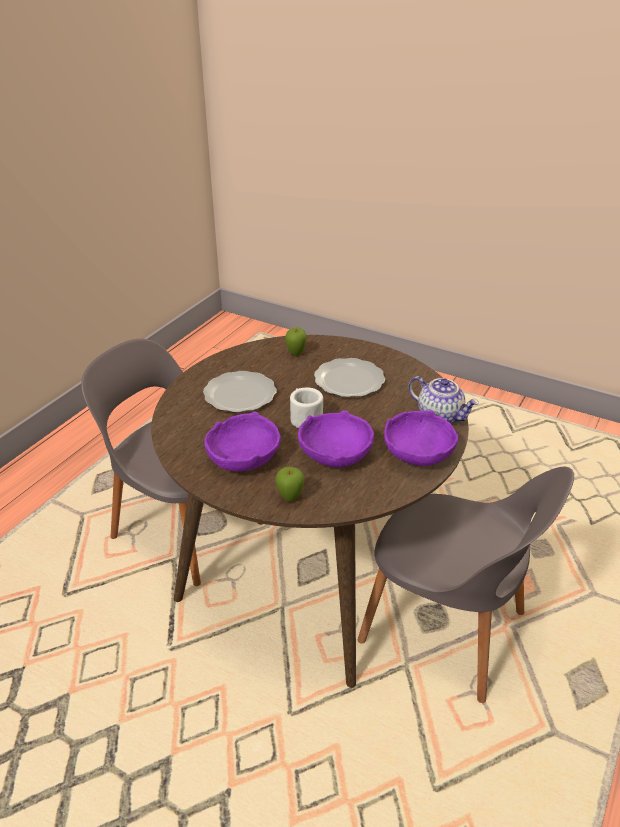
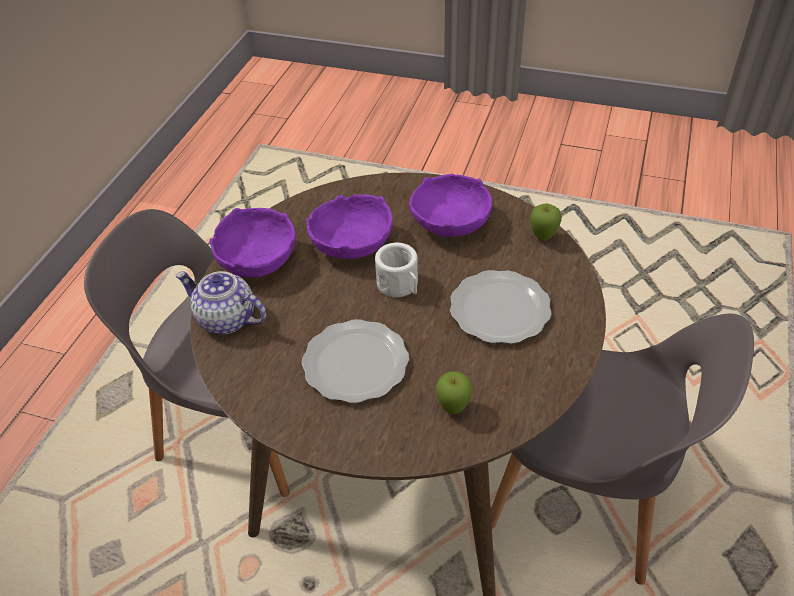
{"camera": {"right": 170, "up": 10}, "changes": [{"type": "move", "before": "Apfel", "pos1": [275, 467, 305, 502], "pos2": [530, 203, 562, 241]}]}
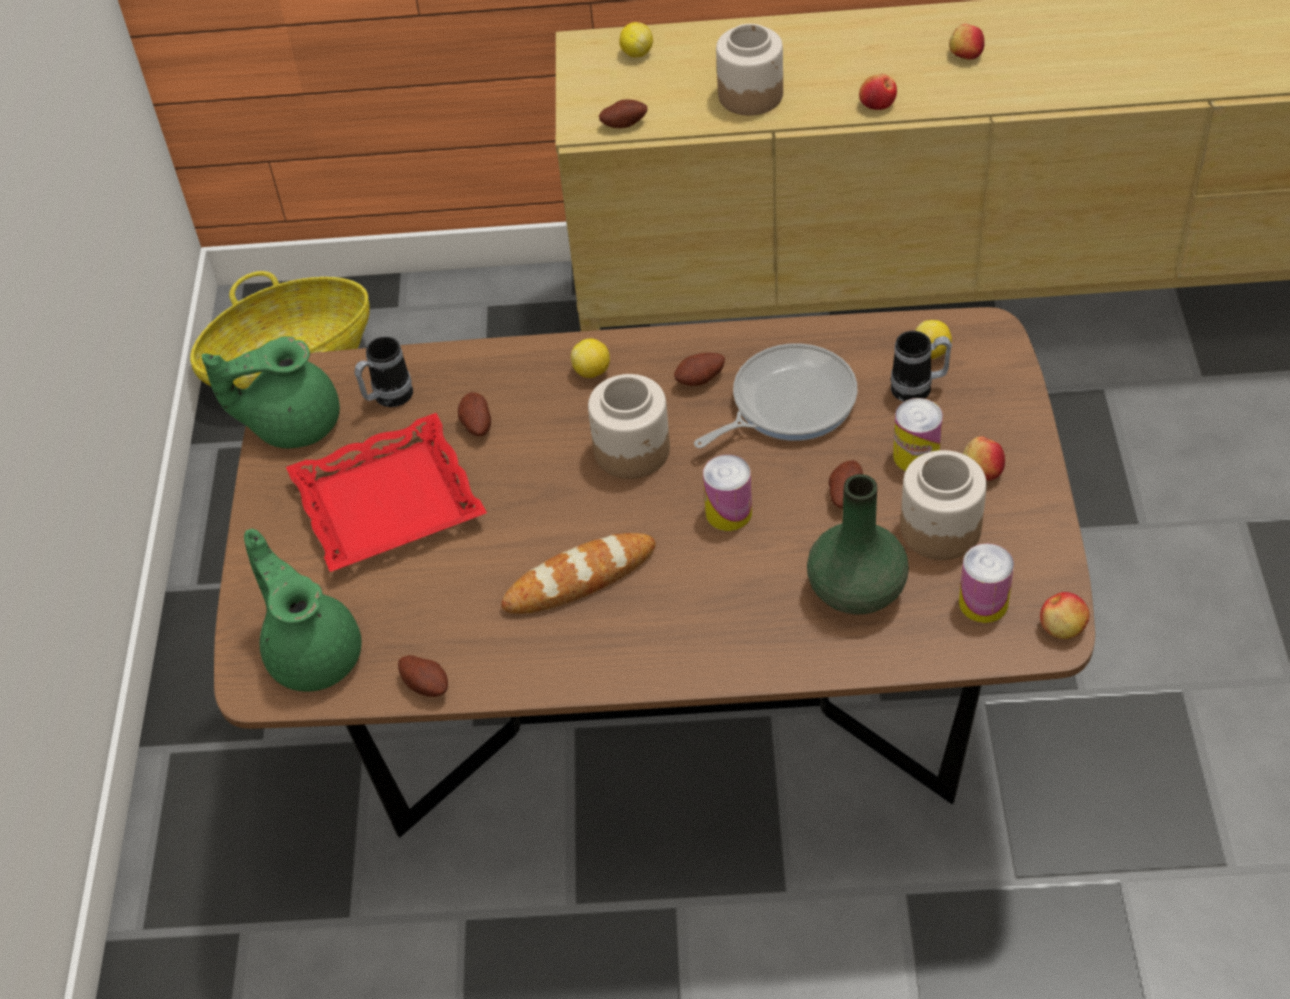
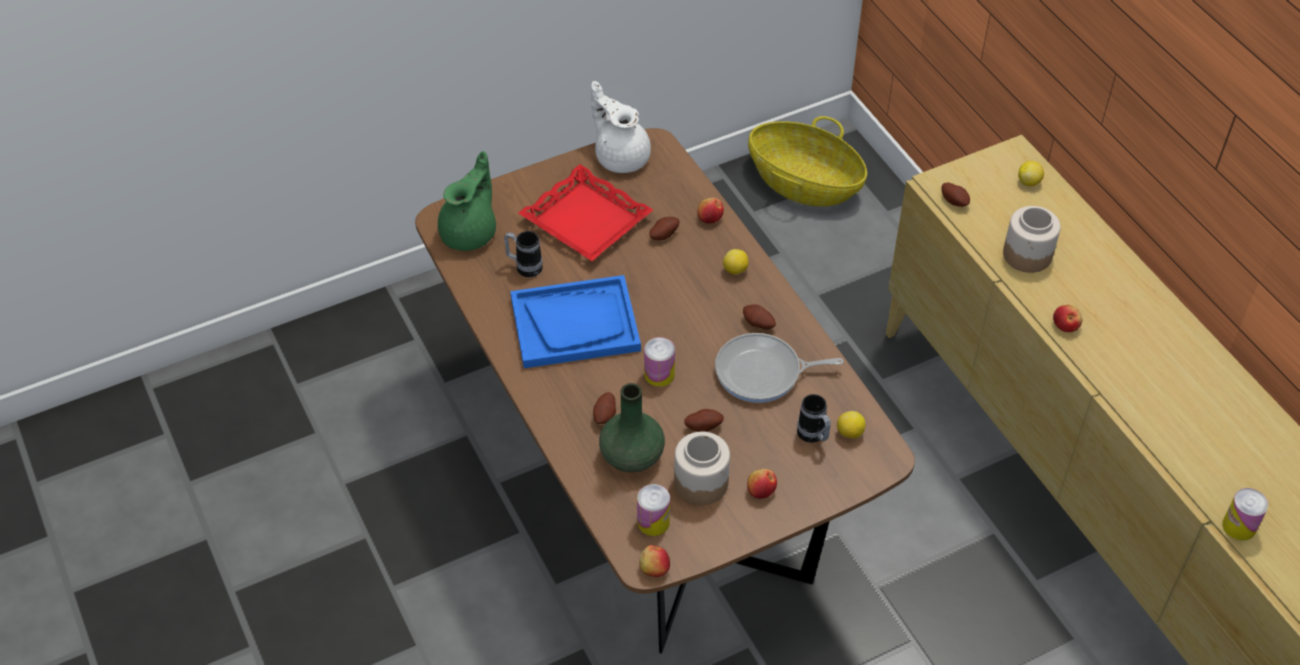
{"camera": {"right": 60, "up": 0}, "changes": [{"type": "recolor", "before": "Teekanne [grün]", "after": "Teekanne [weiß]", "pos1": [202, 336, 340, 448], "pos2": [591, 81, 651, 173]}, {"type": "move", "before": "Henkelbecher", "pos1": [354, 337, 413, 407], "pos2": [504, 231, 543, 277]}, {"type": "move", "before": "Kartoffel", "pos1": [398, 655, 448, 697], "pos2": [593, 392, 616, 424]}, {"type": "replace", "before": "Brot", "after": "Tablett [blau]", "pos1": [501, 533, 656, 614], "pos2": [510, 275, 641, 368]}, {"type": "delete", "before": "Vorratsglas", "pos1": [588, 374, 670, 479]}, {"type": "rotate", "before": "Pfanne", "pos1": [694, 343, 858, 448], "pos2": [715, 333, 844, 403], "turn": 150}, {"type": "move", "before": "Dose", "pos1": [893, 398, 943, 471], "pos2": [1222, 488, 1269, 541]}, {"type": "move", "before": "Apfel", "pos1": [949, 24, 985, 60], "pos2": [697, 198, 724, 224]}]}
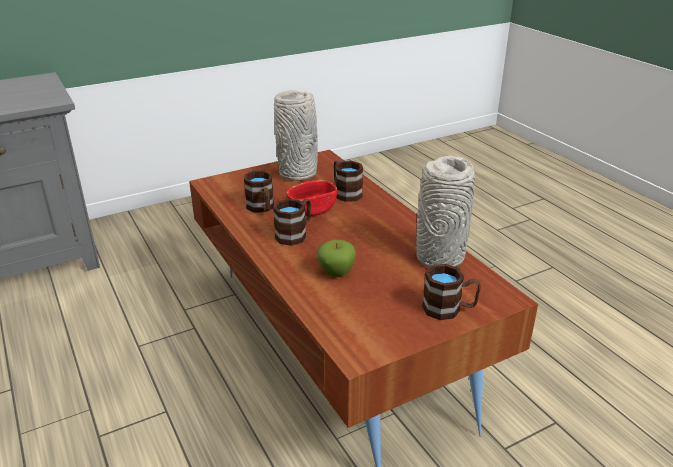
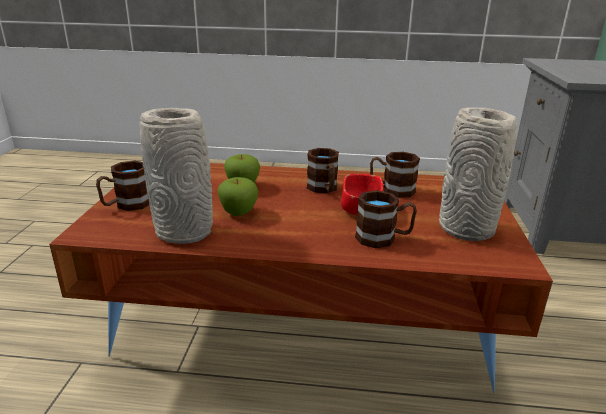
{"camera": {"right": 125, "up": -5}, "changes": [{"type": "insert", "after": "Apfel", "pos2": [217, 177, 258, 216]}]}
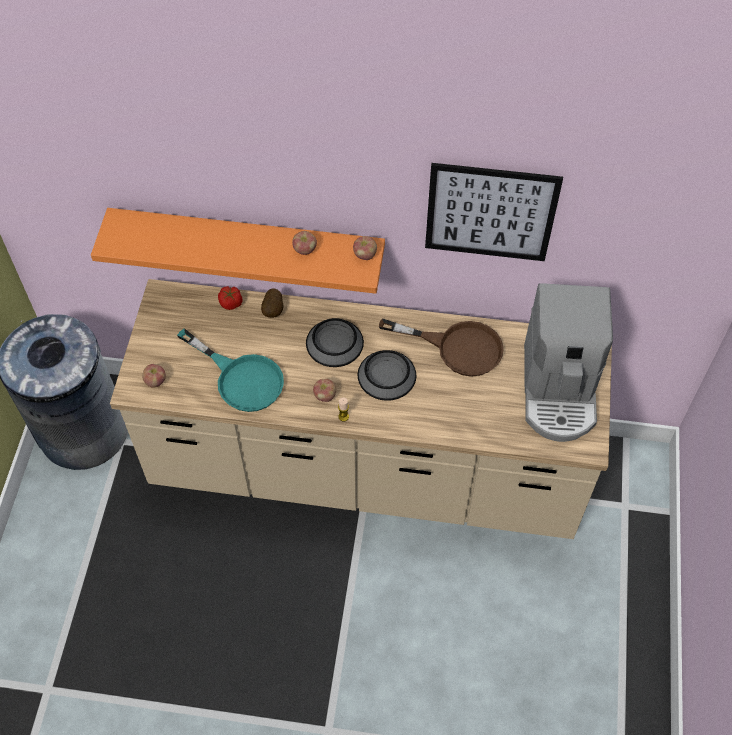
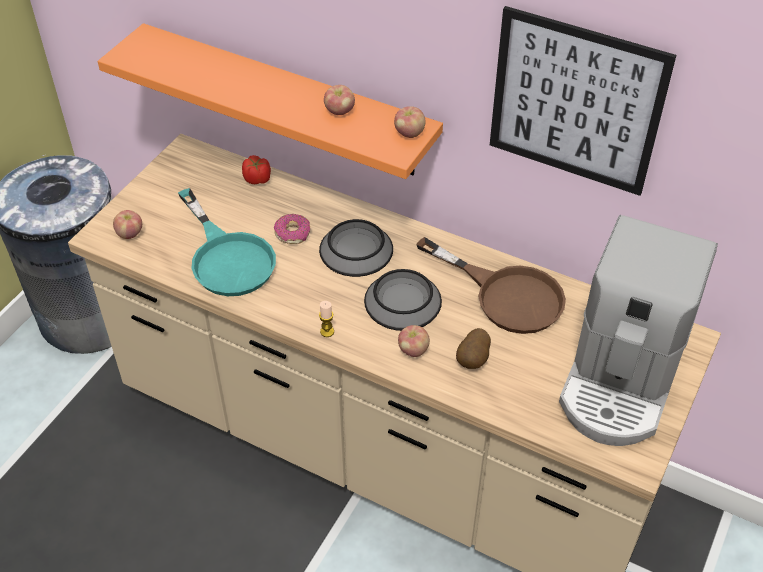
{"camera": {"right": 20, "up": -10}, "changes": [{"type": "move", "before": "Kartoffel", "pos1": [261, 288, 284, 318], "pos2": [456, 328, 491, 369]}, {"type": "move", "before": "Apfel", "pos1": [313, 379, 336, 402], "pos2": [398, 325, 430, 357]}, {"type": "insert", "after": "Donut", "pos2": [274, 214, 310, 244]}]}
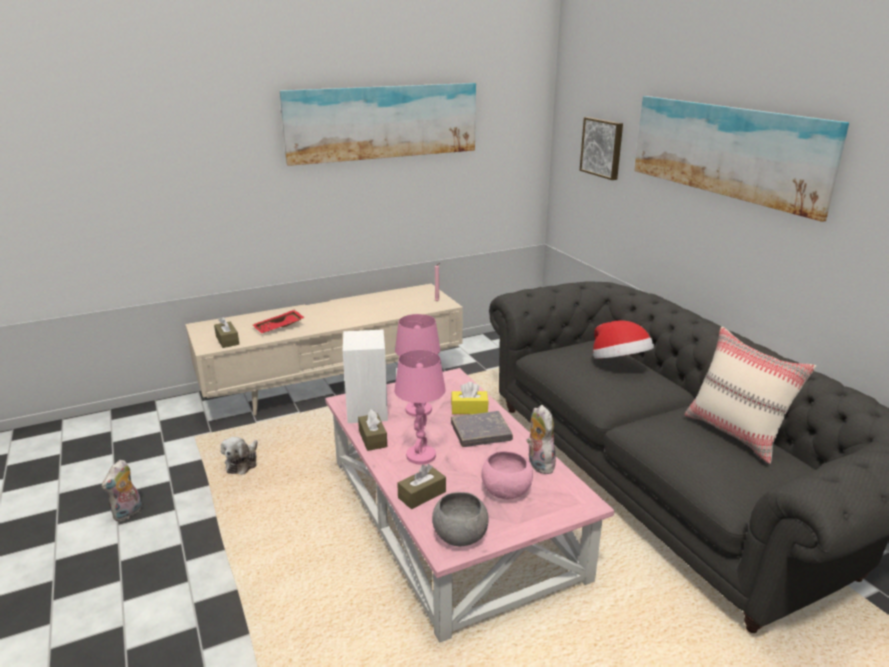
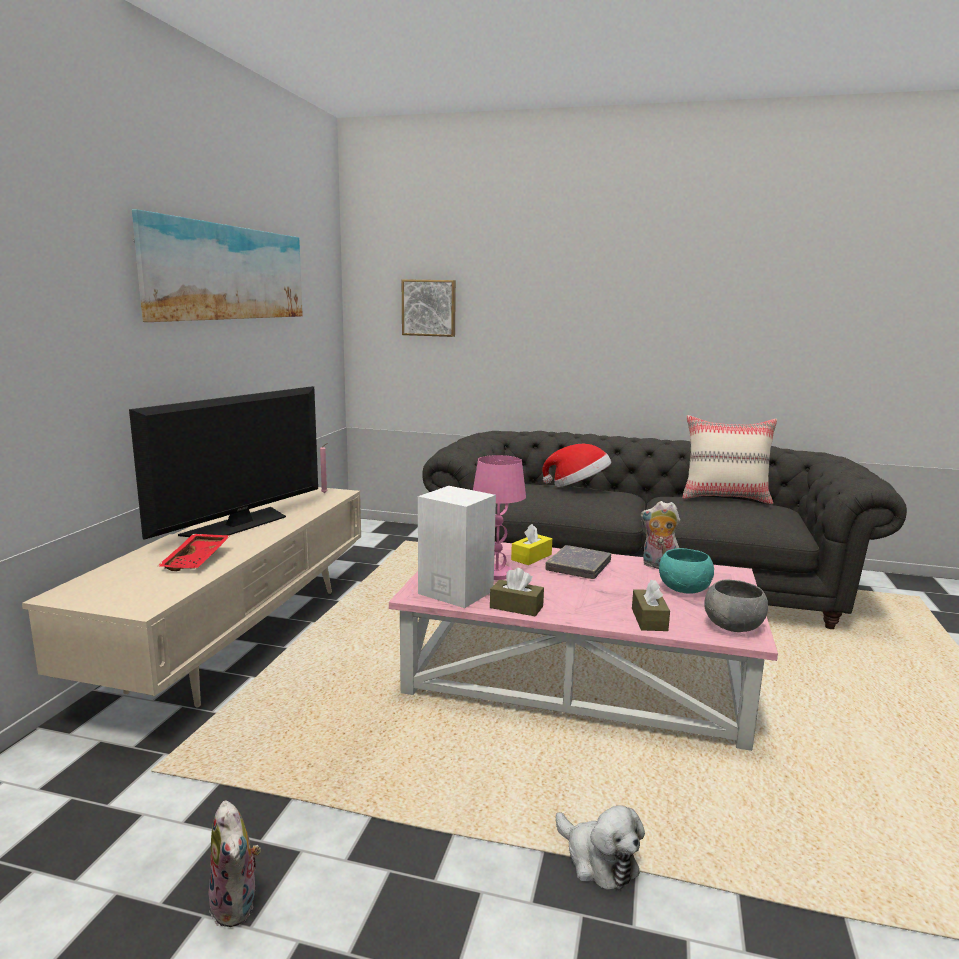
{"camera": {"right": -50, "up": -10}, "changes": [{"type": "delete", "before": "Taschentuchbox [braun]", "pos1": [214, 316, 239, 348]}, {"type": "move", "before": "Plüschtier", "pos1": [221, 437, 257, 475], "pos2": [556, 805, 645, 890]}, {"type": "delete", "before": "Tischlampe [rosa]", "pos1": [394, 350, 445, 464]}, {"type": "recolor", "before": "Schüssel [rosa]", "after": "Schüssel [türkis]", "pos1": [481, 451, 533, 499], "pos2": [659, 548, 714, 594]}, {"type": "delete", "before": "Bild", "pos1": [634, 96, 849, 222]}, {"type": "insert", "after": "Fernseher", "pos2": [129, 386, 318, 540]}]}
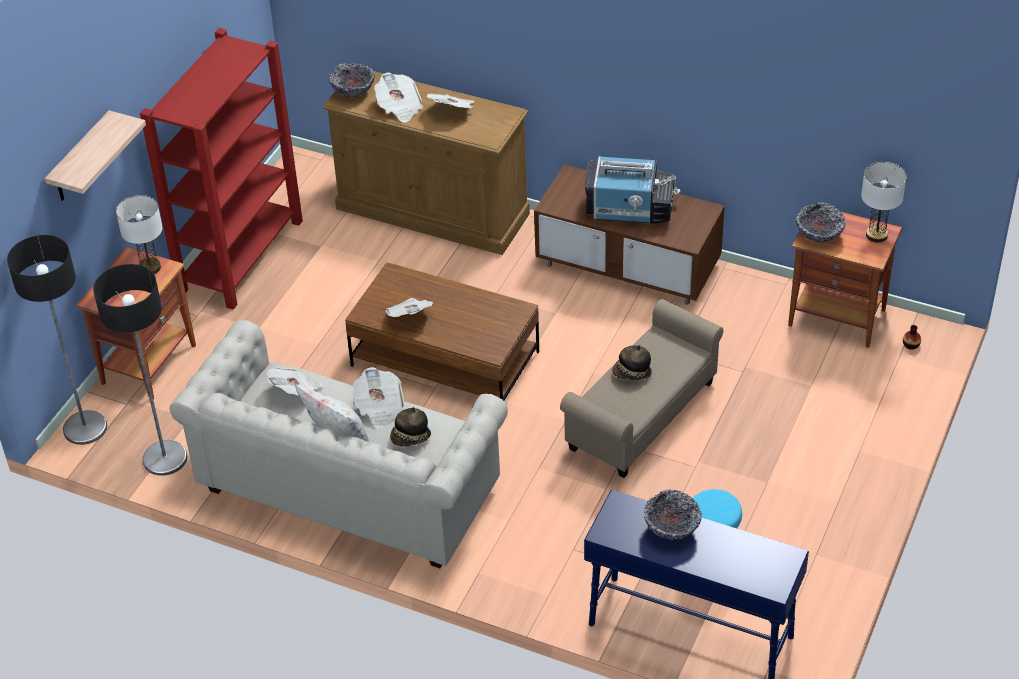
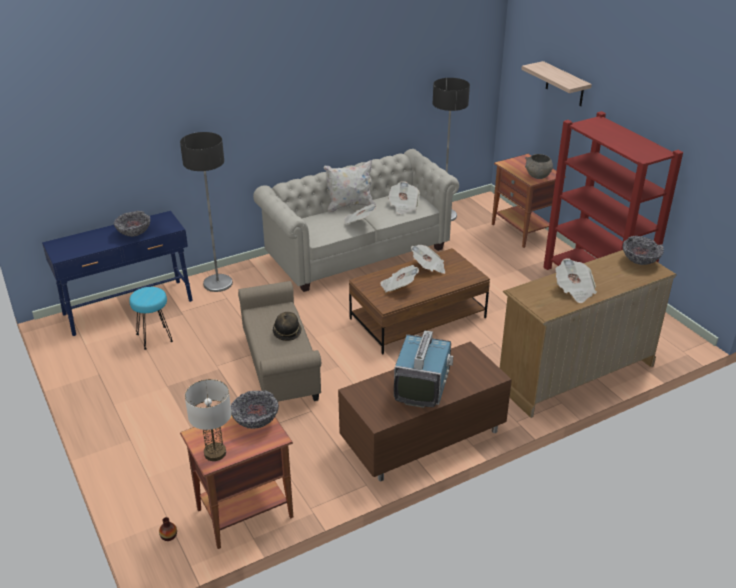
{"camera": {"right": 125, "up": -10}, "changes": [{"type": "move", "before": "Stehlampe", "pos1": [7, 235, 107, 445], "pos2": [180, 132, 233, 292]}, {"type": "replace", "before": "Tischlampe", "after": "Schüssel [grau]", "pos1": [116, 195, 162, 274], "pos2": [525, 154, 553, 179]}, {"type": "move", "before": "Zeitung", "pos1": [374, 72, 423, 123], "pos2": [380, 265, 419, 293]}, {"type": "delete", "before": "Hut", "pos1": [390, 407, 431, 447]}, {"type": "rotate", "before": "Fernseher", "pos1": [585, 156, 680, 224], "pos2": [394, 330, 453, 408], "turn": 150}]}
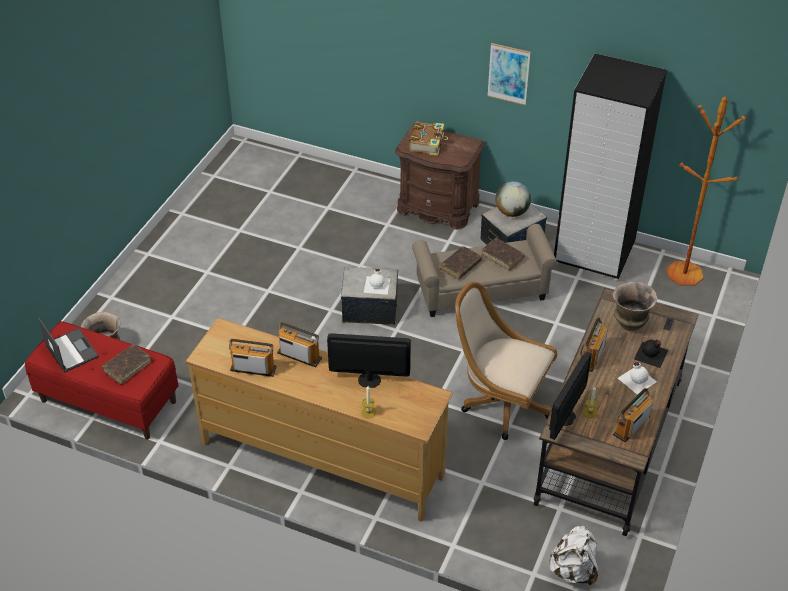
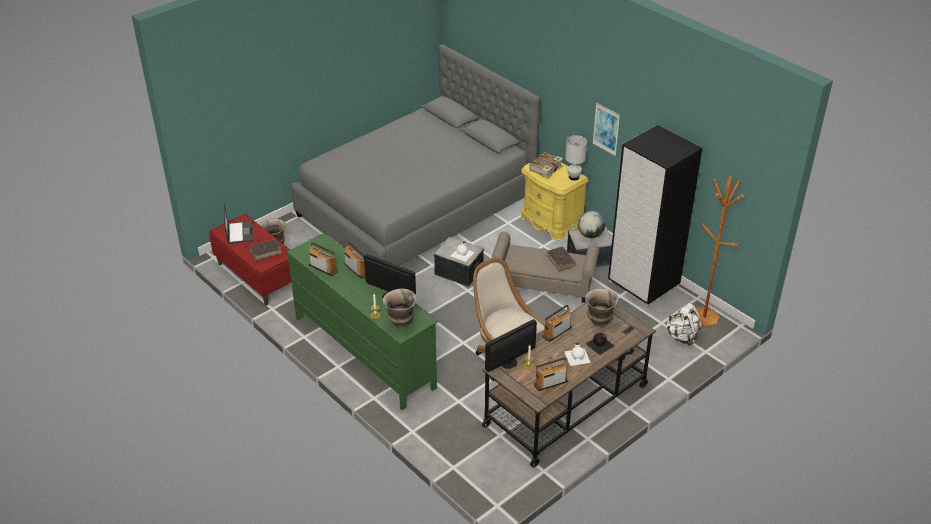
{"camera": {"right": 25, "up": -5}, "changes": [{"type": "recolor", "before": "Kommode [braun]", "after": "Kommode [grün]", "pos1": [185, 318, 453, 522], "pos2": [286, 233, 439, 410]}, {"type": "recolor", "before": "Nachttisch [braun]", "after": "Nachttisch [gelb]", "pos1": [395, 124, 485, 230], "pos2": [521, 162, 589, 240]}, {"type": "delete", "before": "Buch [braun]", "pos1": [440, 246, 482, 280]}, {"type": "move", "before": "Rucksack [weiß]", "pos1": [549, 526, 598, 585], "pos2": [665, 303, 702, 346]}, {"type": "insert", "after": "Bett [grau]", "pos2": [291, 44, 540, 266]}, {"type": "insert", "after": "Vase", "pos2": [383, 288, 417, 328]}, {"type": "insert", "after": "Tischlampe [weiß]", "pos2": [565, 135, 587, 180]}]}
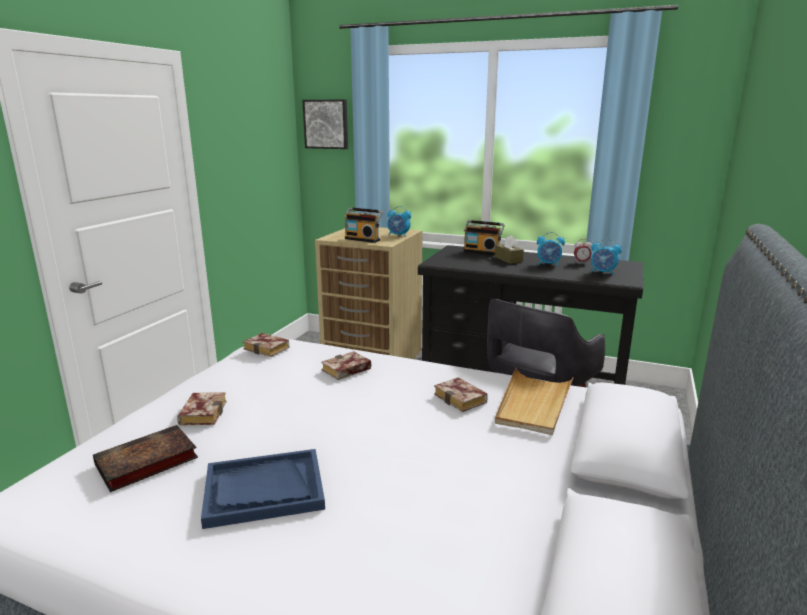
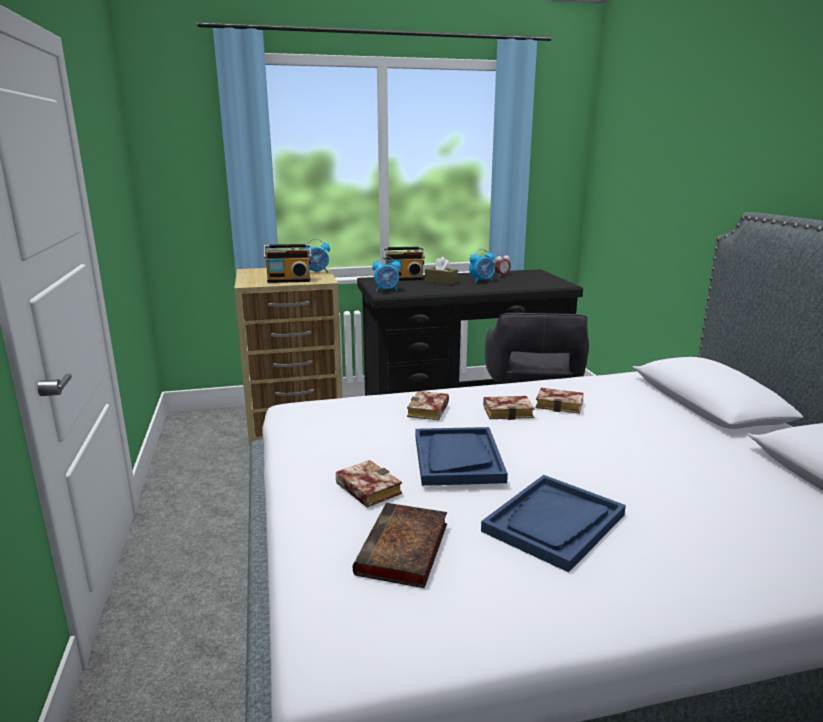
{"camera": {"right": -35, "up": 0}, "changes": [{"type": "move", "before": "Buch", "pos1": [243, 333, 289, 357], "pos2": [483, 396, 535, 420]}, {"type": "delete", "before": "Bild", "pos1": [302, 99, 348, 149]}, {"type": "delete", "before": "Tablett [beige]", "pos1": [495, 368, 574, 435]}, {"type": "move", "before": "Wecker", "pos1": [591, 239, 622, 275], "pos2": [372, 256, 401, 292]}, {"type": "insert", "after": "Tablett [blau]", "pos2": [415, 427, 508, 486]}]}
